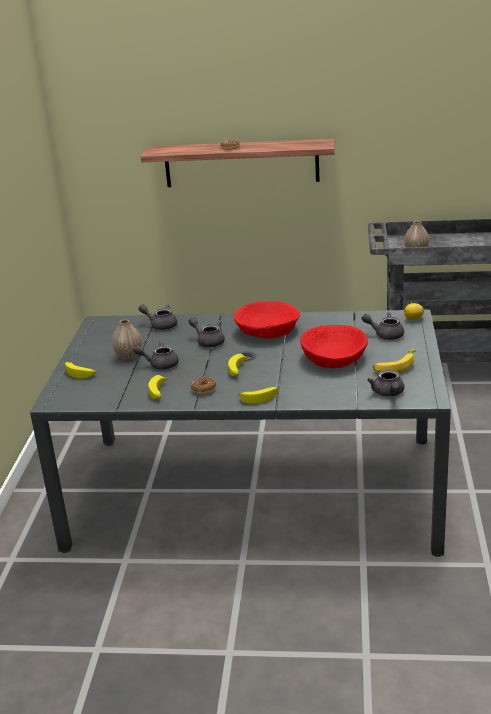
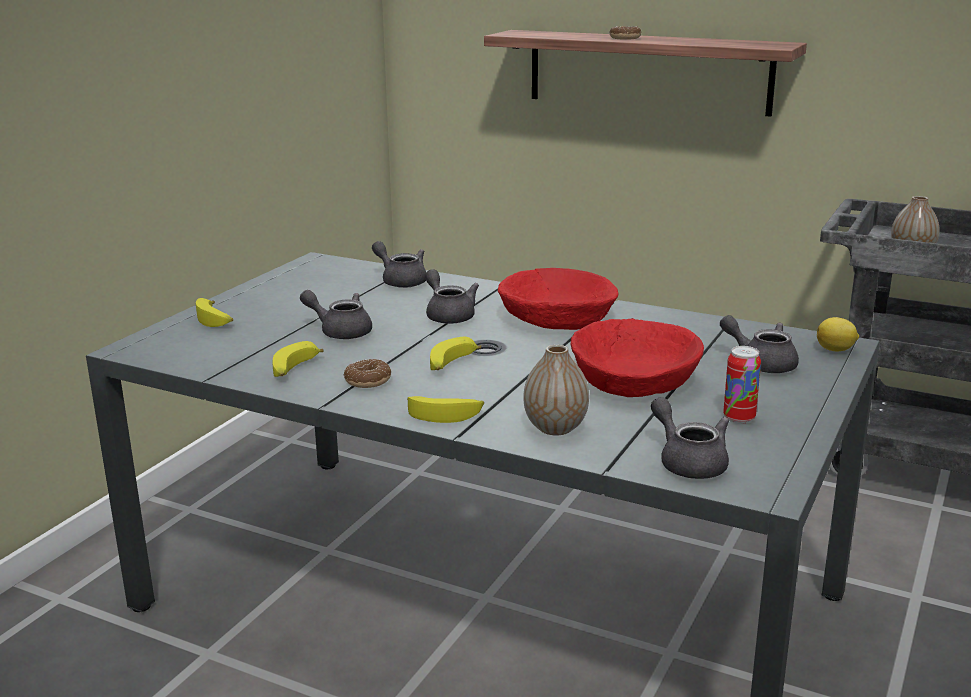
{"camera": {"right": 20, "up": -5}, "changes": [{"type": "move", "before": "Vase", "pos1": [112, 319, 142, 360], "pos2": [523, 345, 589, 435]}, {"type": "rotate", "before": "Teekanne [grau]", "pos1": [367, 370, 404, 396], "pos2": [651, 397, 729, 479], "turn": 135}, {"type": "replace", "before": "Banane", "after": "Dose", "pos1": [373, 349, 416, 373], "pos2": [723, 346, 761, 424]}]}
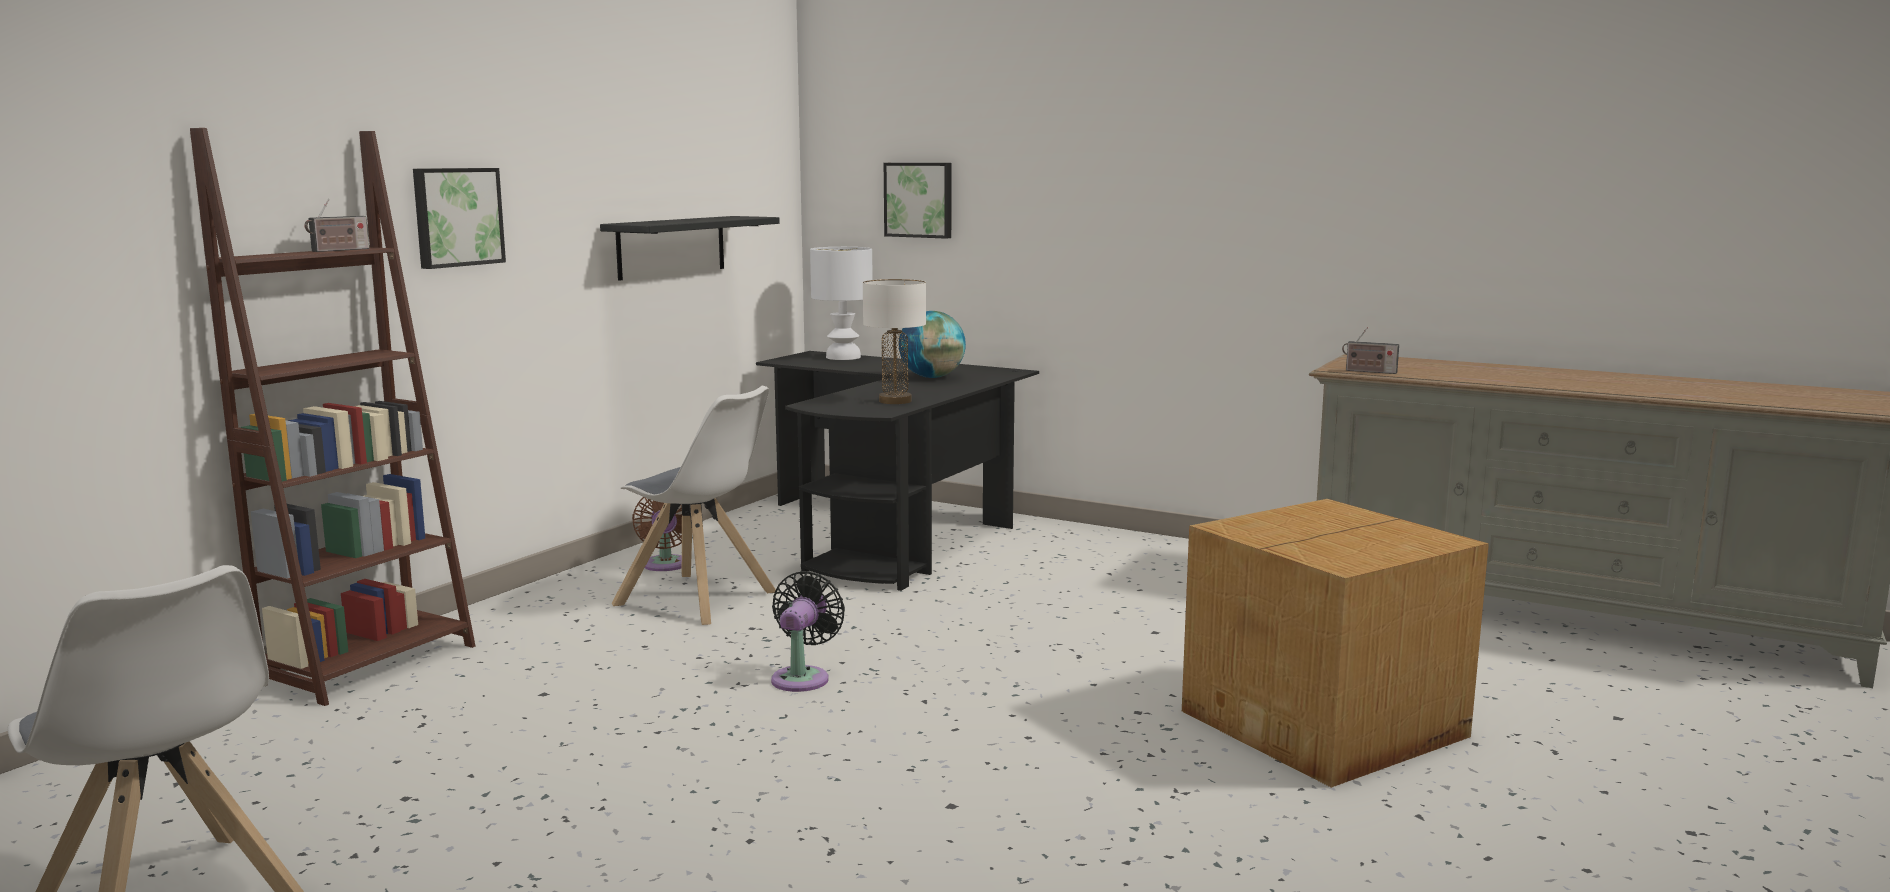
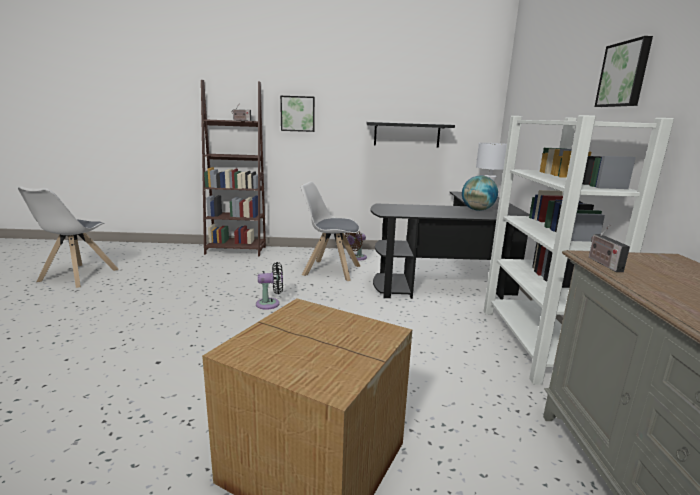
{"camera": {"right": 60, "up": 5}, "changes": [{"type": "rotate", "before": "Stuhl", "pos1": [612, 386, 776, 625], "pos2": [300, 181, 360, 281], "turn": 105}, {"type": "delete", "before": "Tischlampe", "pos1": [863, 279, 926, 404]}, {"type": "move", "before": "Bild", "pos1": [884, 163, 951, 239], "pos2": [595, 36, 653, 107]}, {"type": "insert", "after": "Bücherregal [weiß]", "pos2": [484, 115, 674, 385]}]}
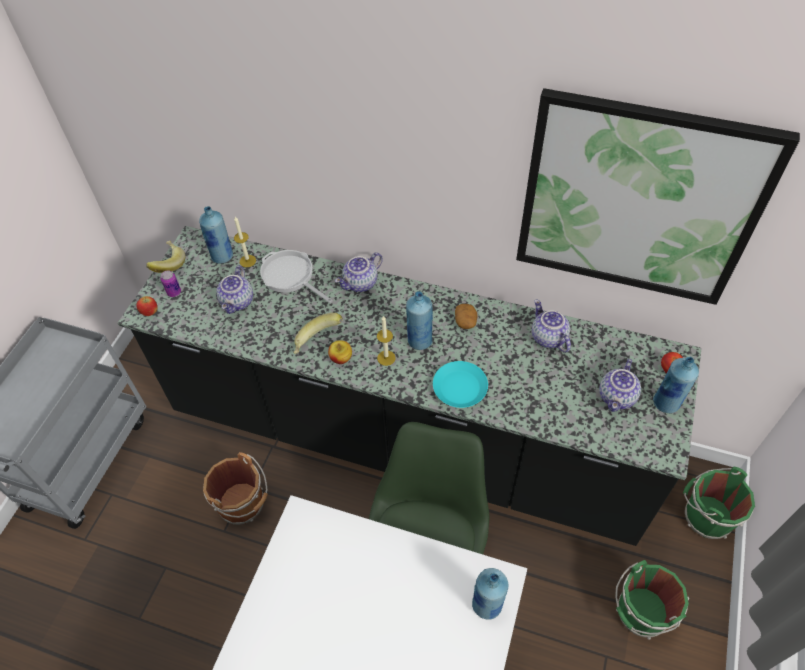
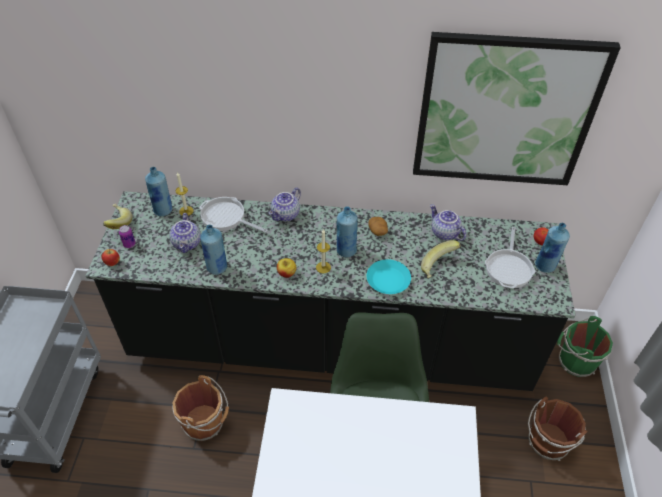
{"camera": {"right": -15, "up": -5}, "changes": [{"type": "move", "before": "Banane", "pos1": [294, 313, 343, 354], "pos2": [421, 240, 460, 278]}, {"type": "move", "before": "Flasche [blau]", "pos1": [472, 568, 508, 620], "pos2": [200, 225, 227, 275]}, {"type": "replace", "before": "Teekanne", "after": "Pfanne", "pos1": [599, 359, 641, 412], "pos2": [485, 227, 536, 288]}, {"type": "recolor", "before": "Eimer [grün]", "after": "Eimer [braun]", "pos1": [615, 560, 689, 640], "pos2": [528, 397, 588, 461]}]}
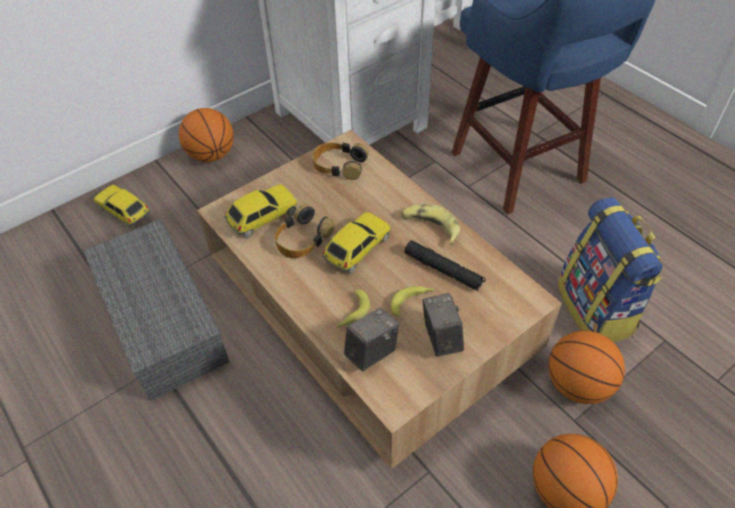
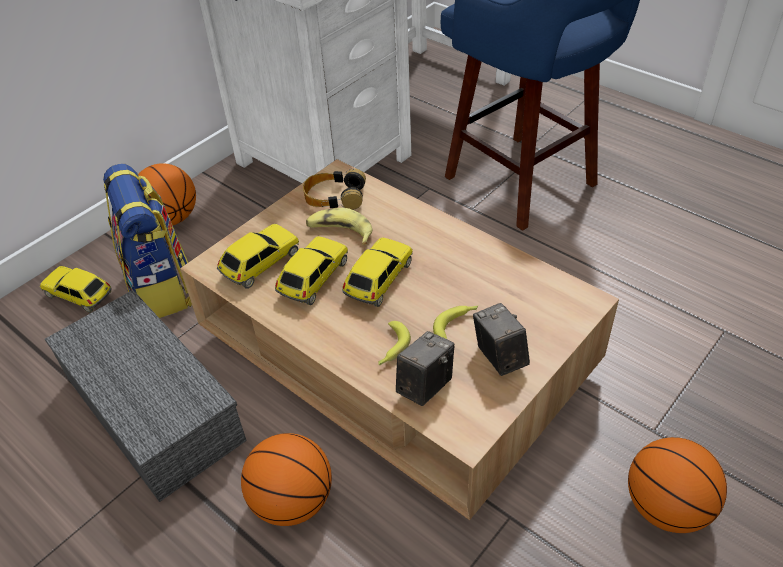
{"camera": {"right": -10, "up": -5}, "changes": [{"type": "replace", "before": "Kopfhörer", "after": "Spielzeugauto", "pos1": [274, 204, 335, 258], "pos2": [275, 236, 348, 305]}, {"type": "move", "before": "Banane", "pos1": [401, 204, 460, 245], "pos2": [306, 208, 372, 245]}, {"type": "delete", "before": "Taschenlampe [schwarz]", "pos1": [404, 240, 486, 291]}, {"type": "move", "before": "Basketball", "pos1": [548, 330, 625, 404], "pos2": [241, 433, 332, 526]}, {"type": "move", "before": "Rucksack", "pos1": [558, 197, 663, 342], "pos2": [103, 164, 192, 318]}]}
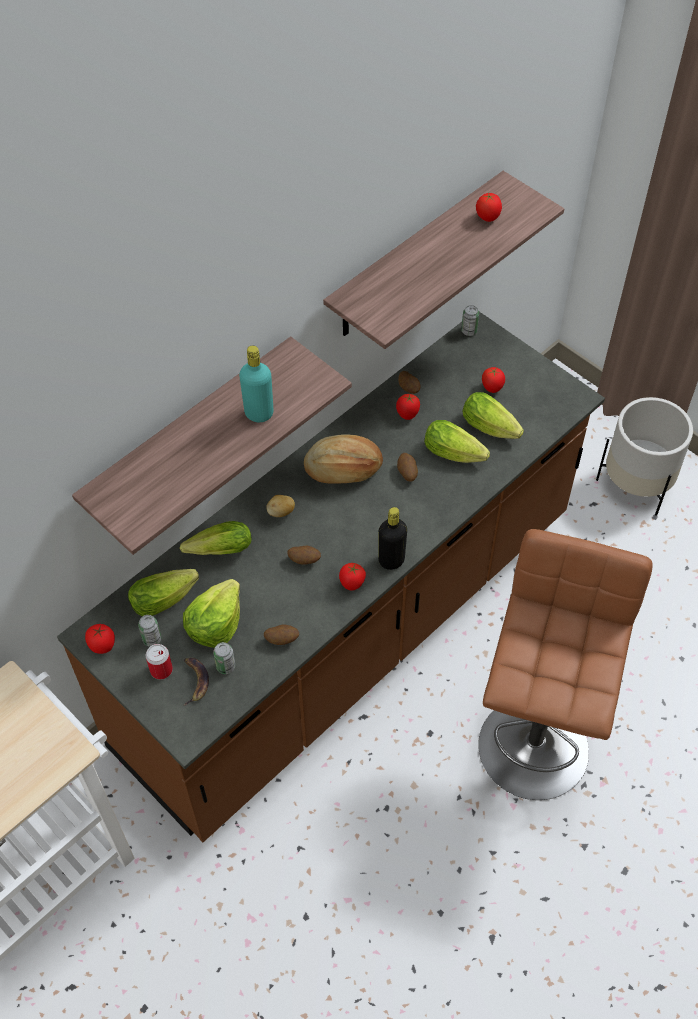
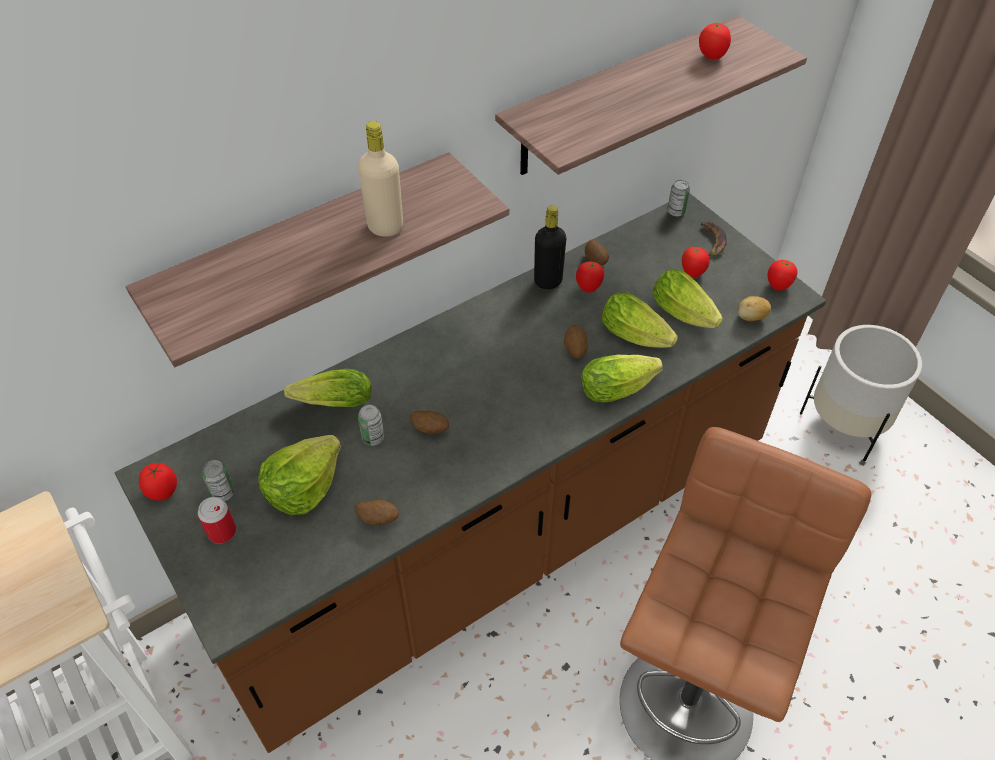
{"camera": {"right": 10, "up": -5}, "changes": [{"type": "move", "before": "Salatkopf", "pos1": [128, 569, 199, 616], "pos2": [581, 355, 663, 403]}, {"type": "move", "before": "Banane", "pos1": [183, 658, 209, 706], "pos2": [701, 222, 727, 256]}, {"type": "move", "before": "Dose", "pos1": [213, 642, 235, 674], "pos2": [358, 405, 384, 446]}, {"type": "recolor", "before": "Flasche [türkis]", "after": "Flasche [beige]", "pos1": [239, 346, 274, 422], "pos2": [358, 121, 403, 237]}, {"type": "move", "before": "Kartoffel", "pos1": [266, 495, 295, 517], "pos2": [737, 296, 771, 321]}, {"type": "delete", "before": "Brot", "pos1": [304, 434, 383, 484]}, {"type": "move", "before": "Tomate", "pos1": [339, 563, 366, 591], "pos2": [767, 260, 797, 291]}, {"type": "move", "before": "Flasche [schwarz]", "pos1": [379, 507, 407, 570], "pos2": [534, 206, 566, 289]}]}
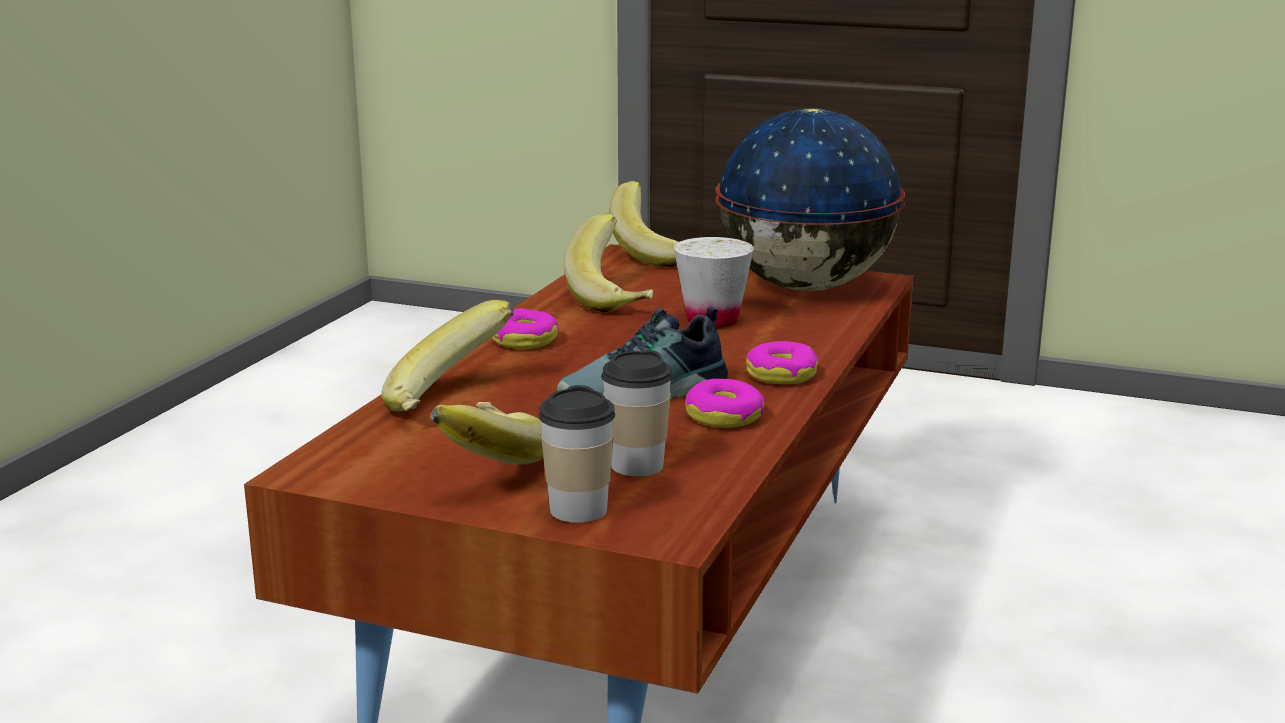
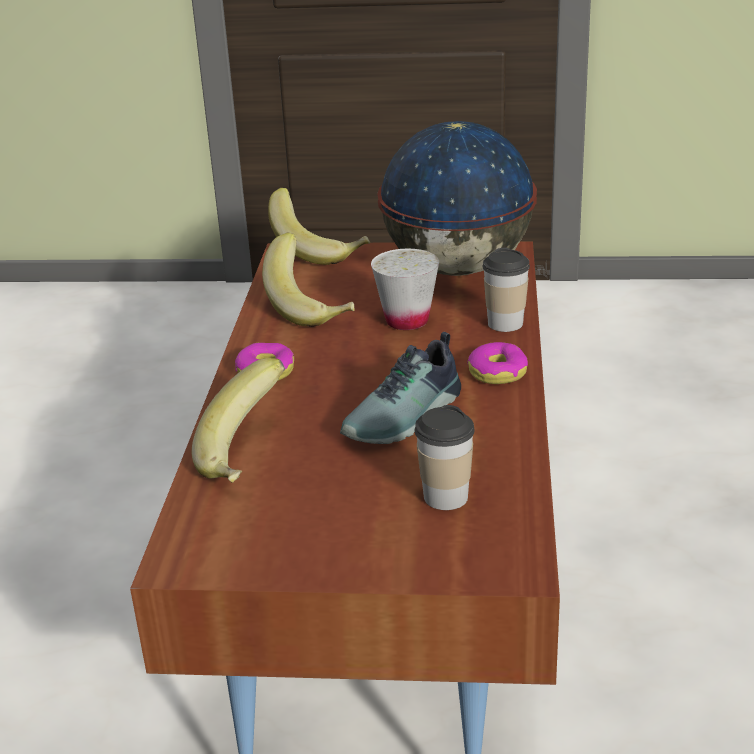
{"camera": {"right": -15, "up": 10}, "changes": [{"type": "delete", "before": "Banane", "pos1": [430, 402, 544, 465]}, {"type": "move", "before": "Tasse", "pos1": [539, 385, 615, 523], "pos2": [483, 248, 530, 332]}, {"type": "delete", "before": "Donut", "pos1": [685, 379, 764, 428]}]}
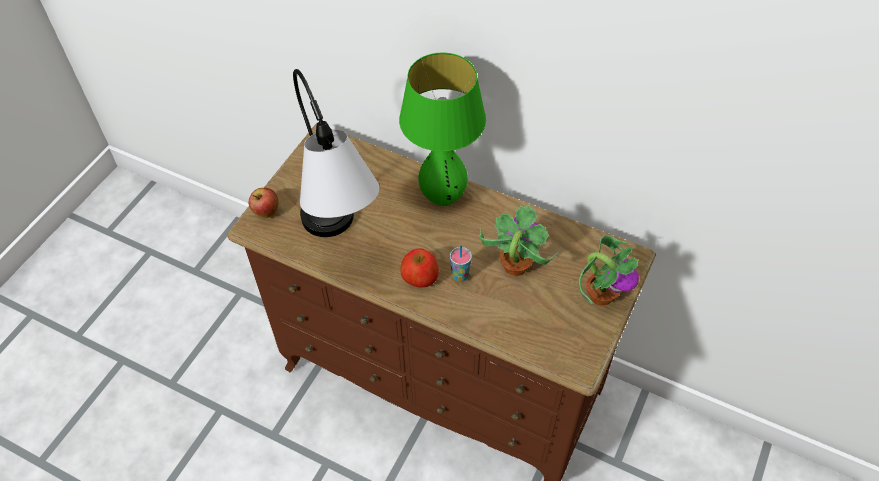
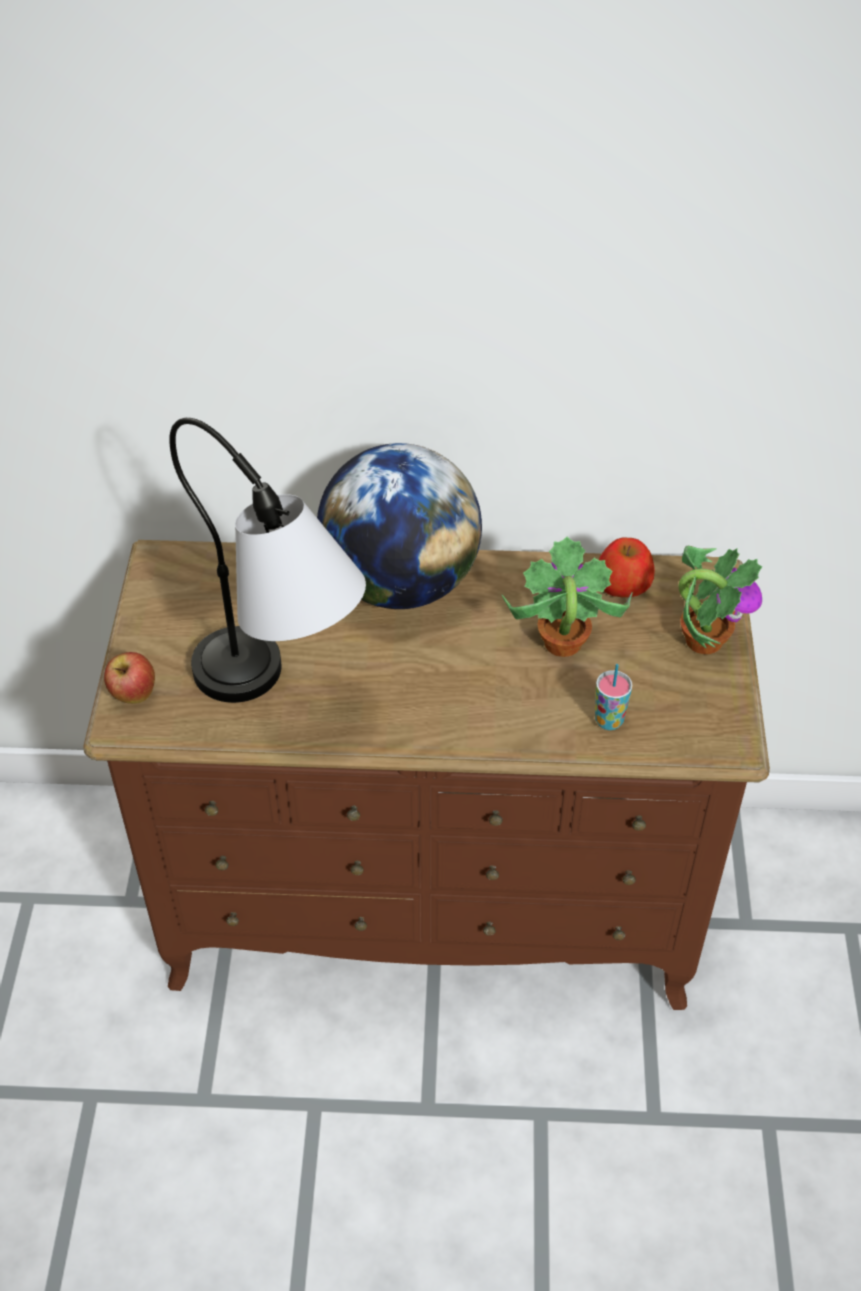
{"camera": {"right": -25, "up": -5}, "changes": [{"type": "replace", "before": "Tischlampe [grün]", "after": "Globus", "pos1": [399, 52, 486, 206], "pos2": [317, 443, 482, 609]}, {"type": "move", "before": "Apfel", "pos1": [400, 248, 439, 288], "pos2": [599, 537, 655, 597]}, {"type": "move", "before": "Tasse", "pos1": [450, 245, 472, 282], "pos2": [595, 664, 633, 730]}]}
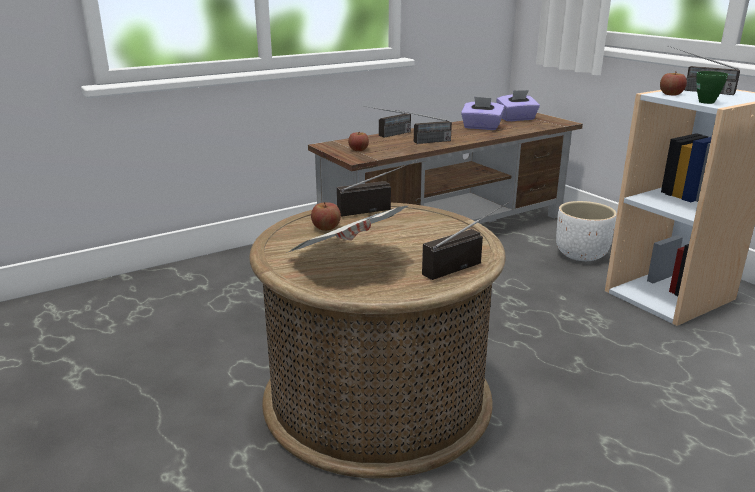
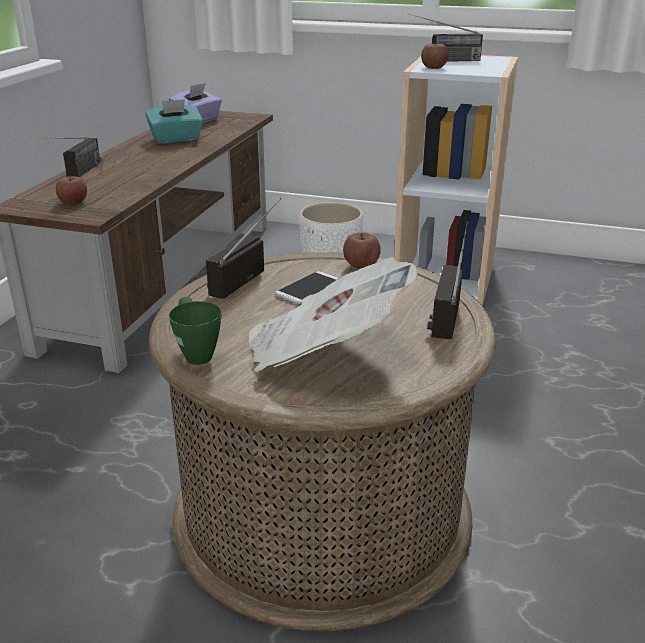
{"camera": {"right": -40, "up": 5}, "changes": [{"type": "move", "before": "Apfel", "pos1": [311, 202, 341, 231], "pos2": [343, 233, 381, 268]}, {"type": "delete", "before": "Radio", "pos1": [395, 109, 452, 144]}, {"type": "recolor", "before": "Taschentuchbox [lila]", "after": "Taschentuchbox [türkis]", "pos1": [461, 96, 505, 130], "pos2": [145, 99, 203, 144]}, {"type": "move", "before": "Henkelbecher [grün]", "pos1": [696, 71, 728, 104], "pos2": [169, 297, 222, 365]}, {"type": "insert", "after": "Handy", "pos2": [275, 271, 339, 304]}]}
